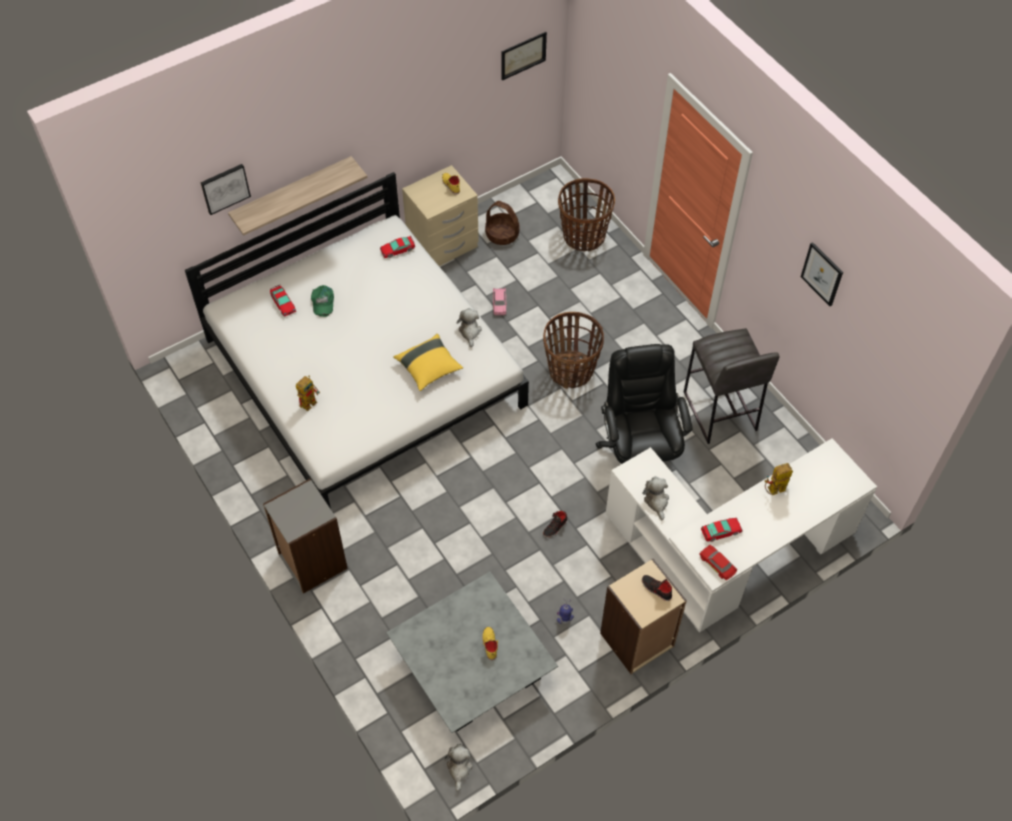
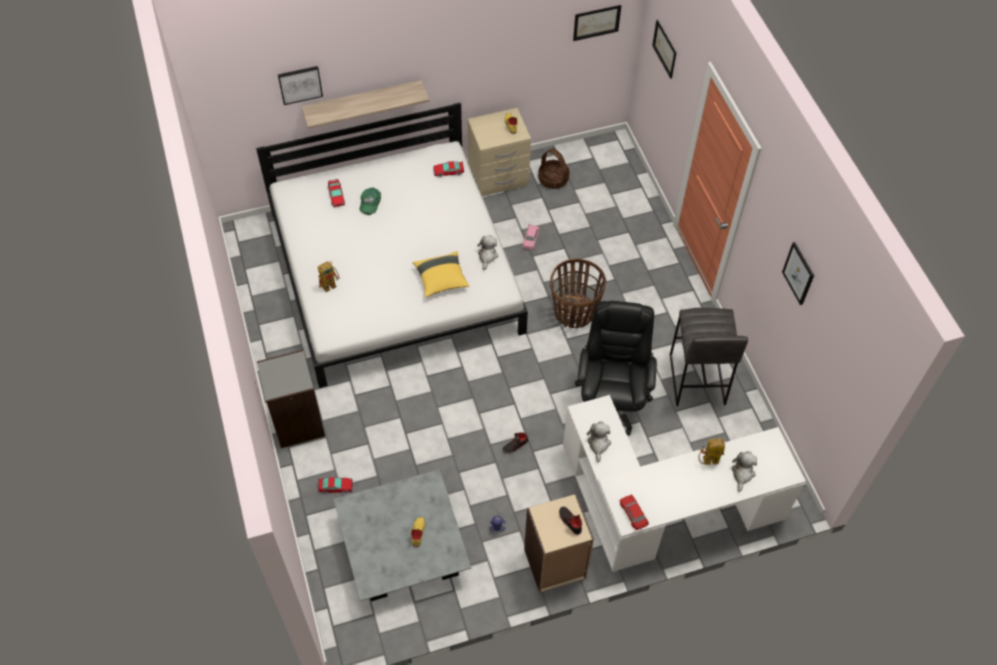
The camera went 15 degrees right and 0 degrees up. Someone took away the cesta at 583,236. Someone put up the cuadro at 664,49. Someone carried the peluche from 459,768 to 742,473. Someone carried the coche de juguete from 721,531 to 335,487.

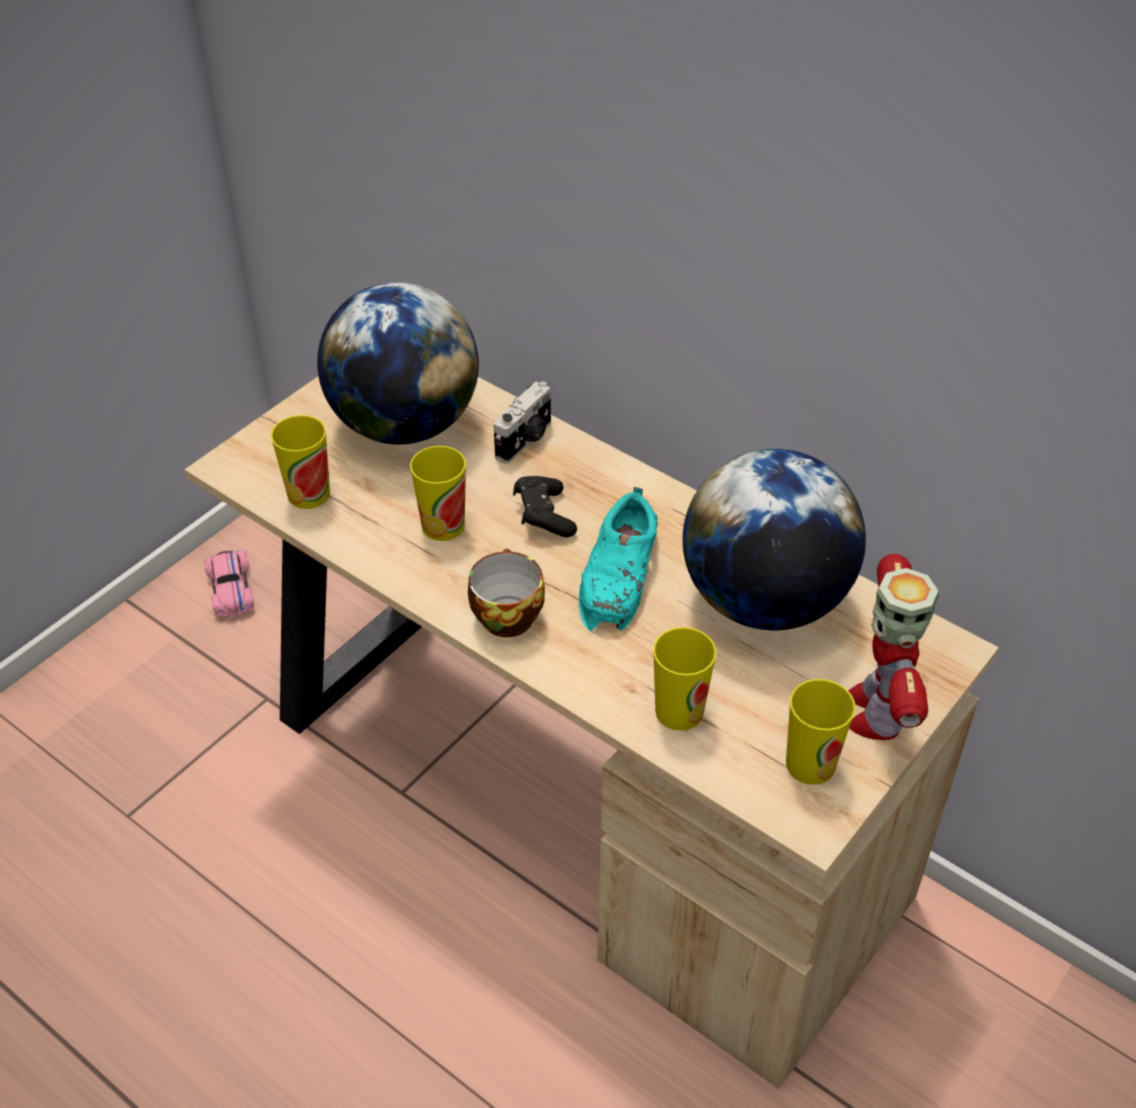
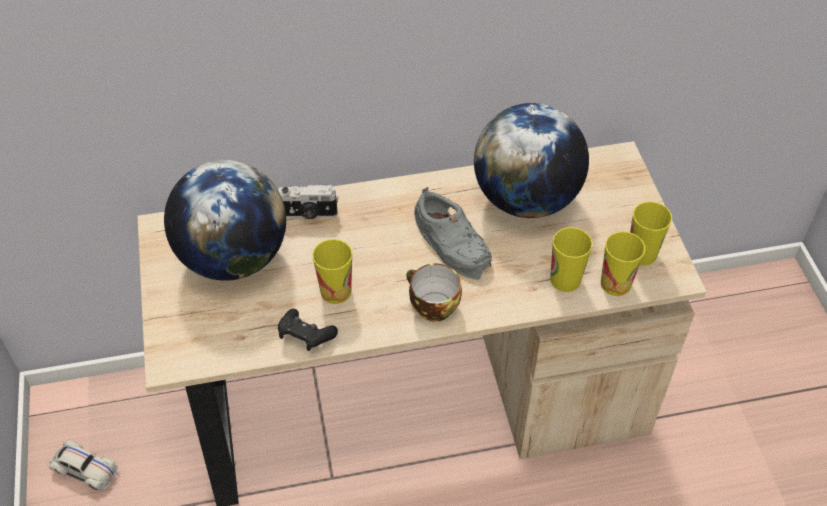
The camera went 50 degrees left and 5 degrees up. Someone took away the robot de juguete at 876,710. Someone carried the taza from 309,494 to 615,284. Someone carried the mando de consola [negro] from 543,516 to 305,336. Someone repainted the coche de juguete [rosa] at 231,589, which became the coche de juguete [blanco] at 85,469. Someone repainted the zapato [turquesa] at 620,576, which became the zapato [gris] at 452,242. Someone rotated the cámara at 526,440 by 105 degrees clockwise.

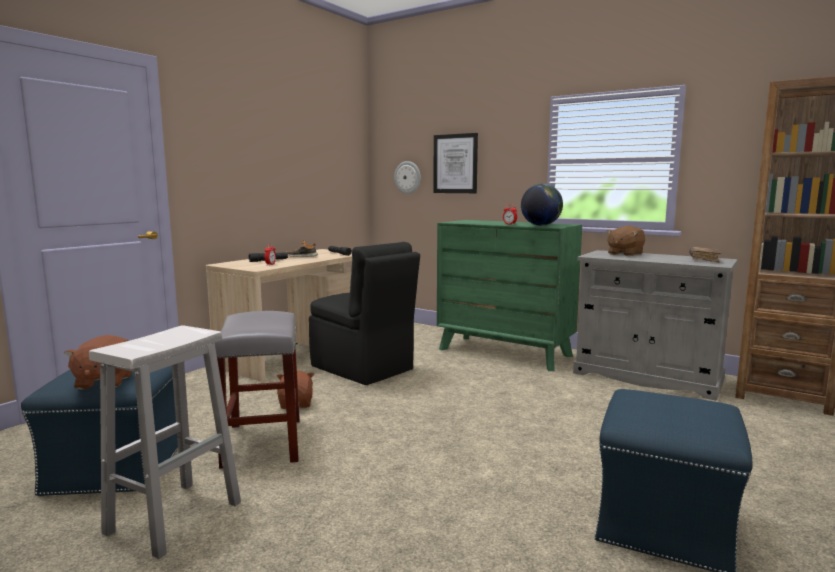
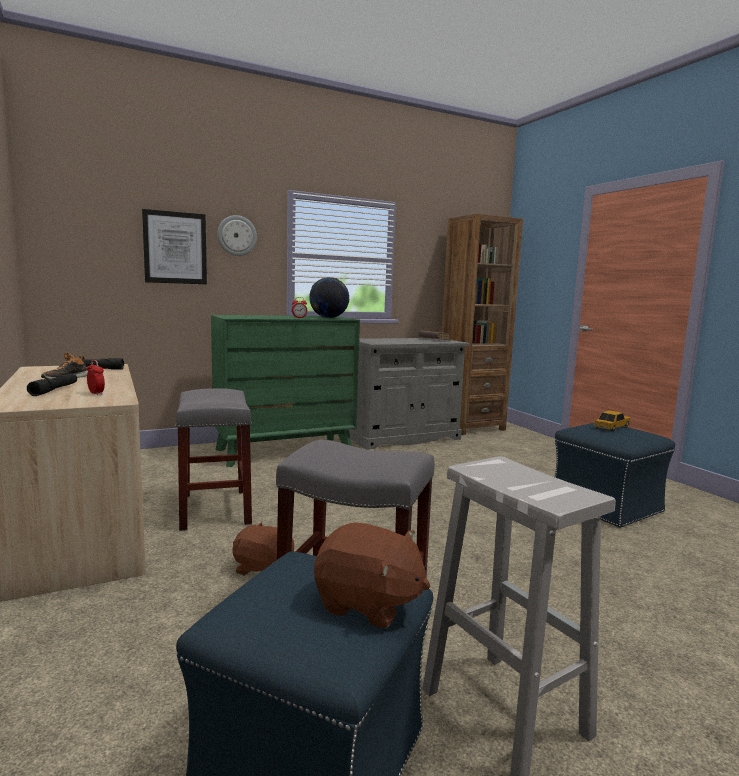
The camera went 60 degrees left and 0 degrees up. Someone took away the peluche [marrón] at 624,254. Someone put down the coche de juguete at 611,427. Someone carried the reloj de pared from 408,177 to 237,235. Someone swapped the silla [negro] at 363,368 for the taburete [gris] at 216,509.

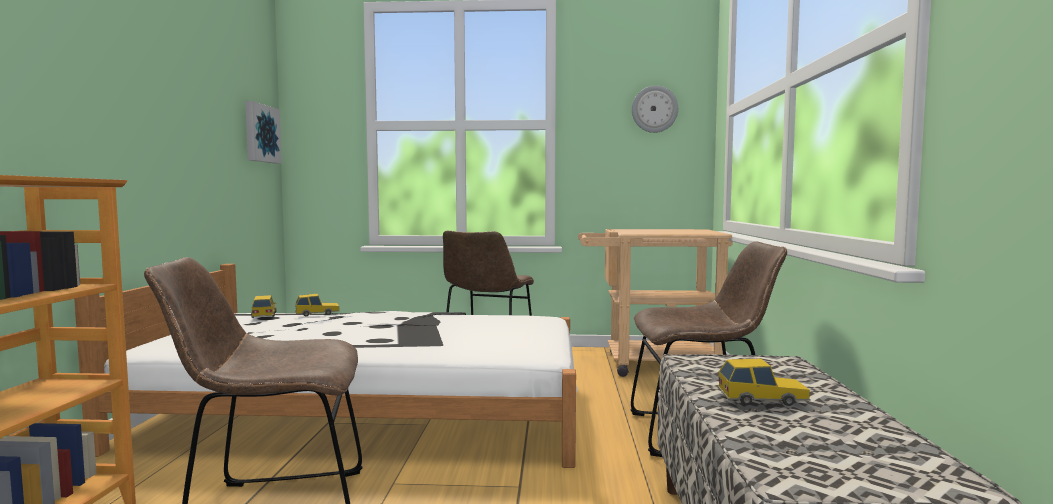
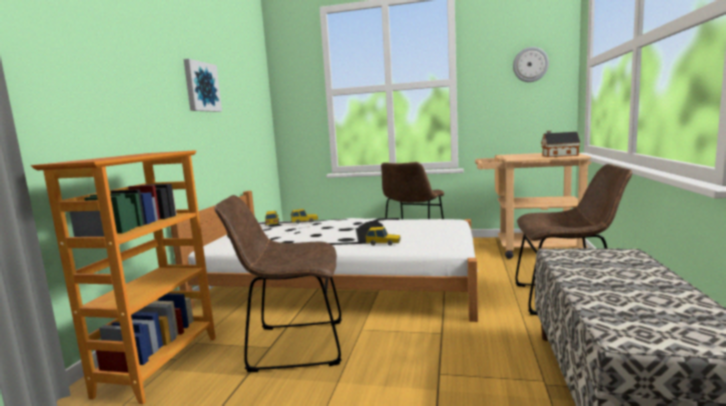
The camera went 10 degrees right and 5 degrees up. Someone put down the casita at 558,155. Someone carried the cuadro from 260,133 to 201,87. Someone carried the coche de juguete from 762,398 to 383,243.

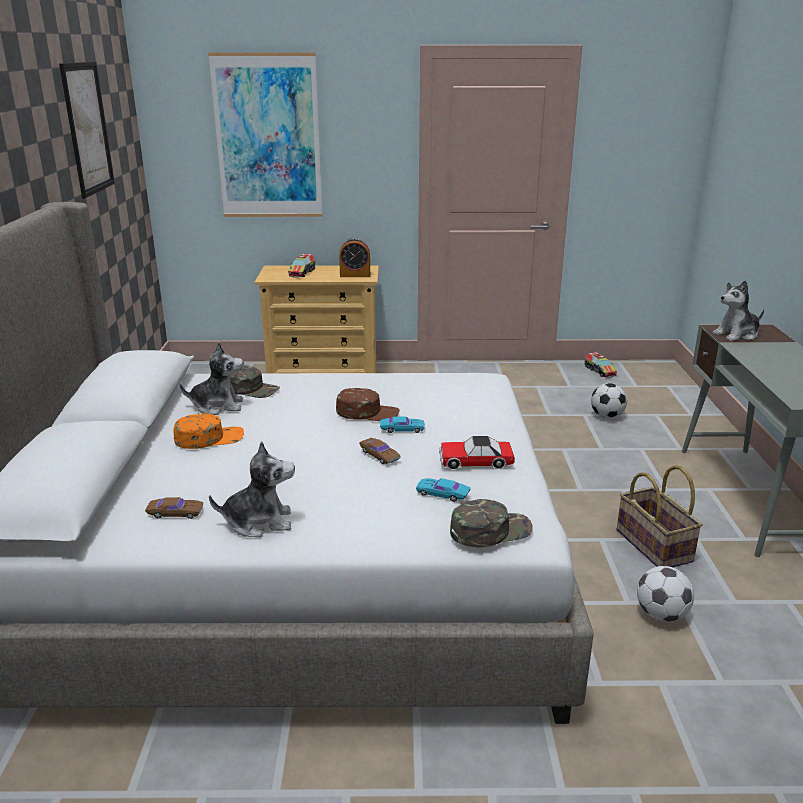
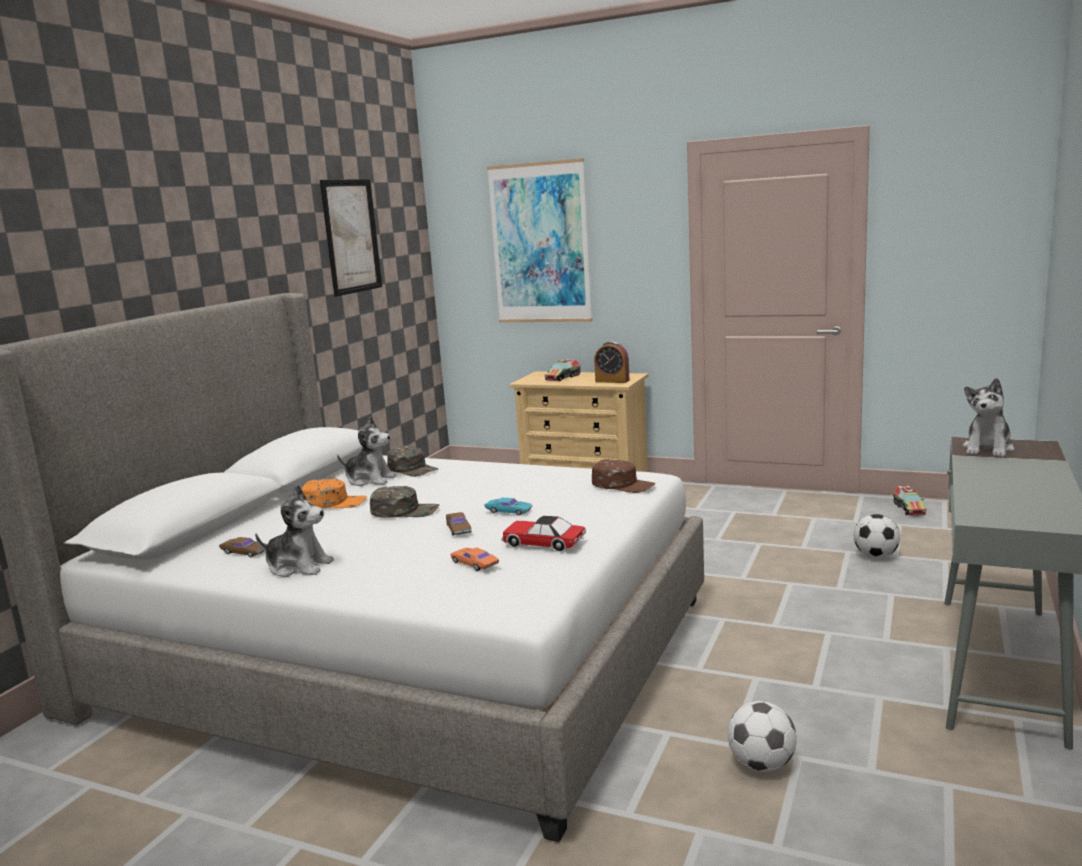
The camera went 25 degrees right and 10 degrees down. Someone took away the cesta at 655,545. Someone carried the gorra [marrón] from 367,412 to 623,485. Someone carried the gorra [verde] from 490,530 to 405,511. Someone repainted the coche de juguete [turquesa] at 442,493, which became the coche de juguete [naranja] at 475,563. Someone rotated the peluche at 737,335 by 60 degrees counterclockwise.

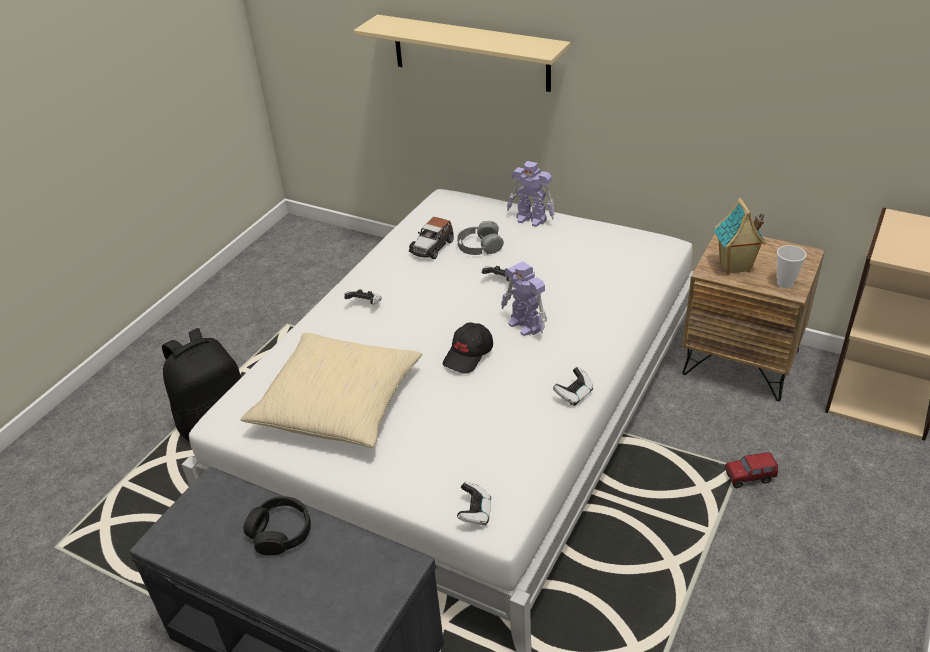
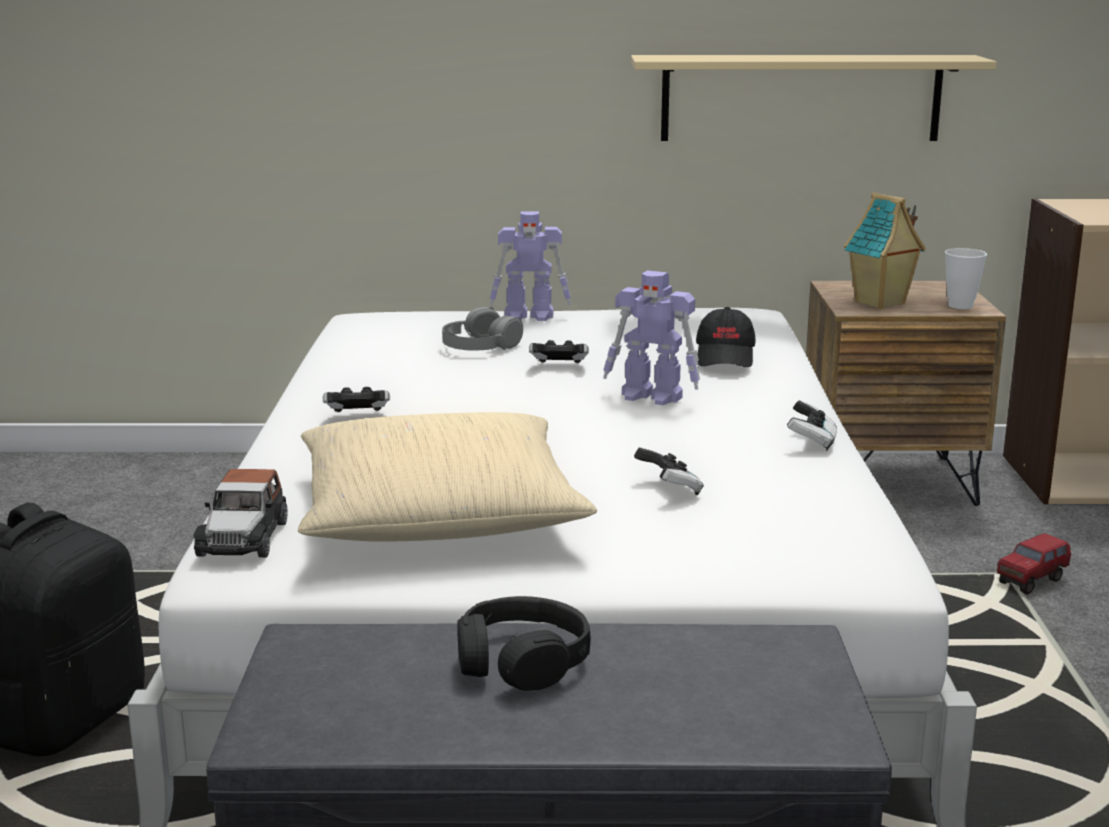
The camera went 30 degrees left and 20 degrees down. Someone carried the estante [beis] from 470,53 to 800,98. Someone carried the coche de juguete from 432,247 to 243,539. Someone carried the gorra [negro] from 469,355 to 726,357. Someone carried the mando de consola from 475,512 to 669,489.

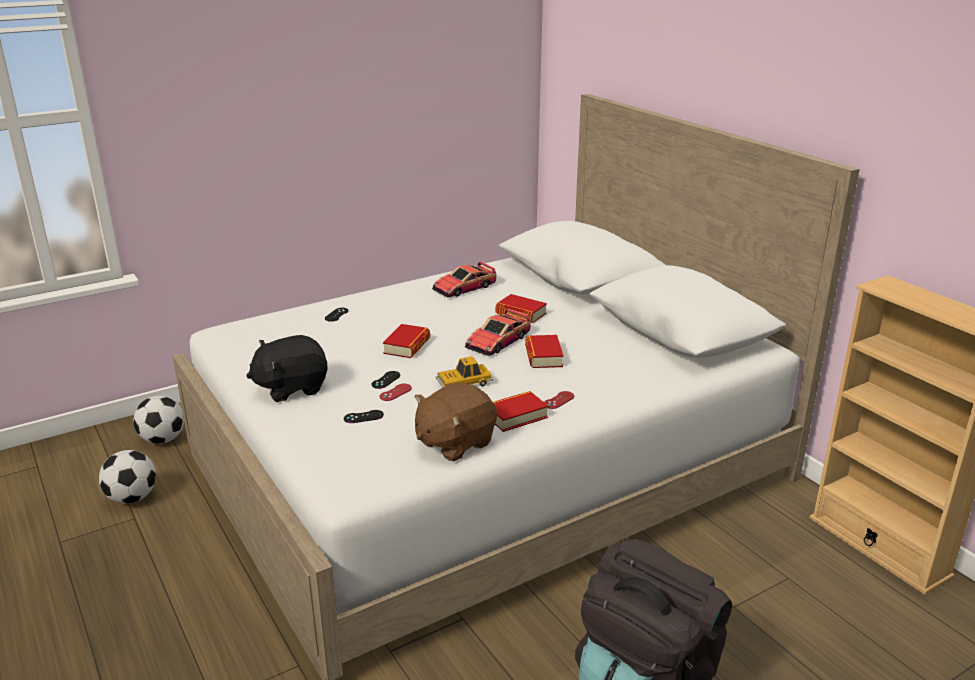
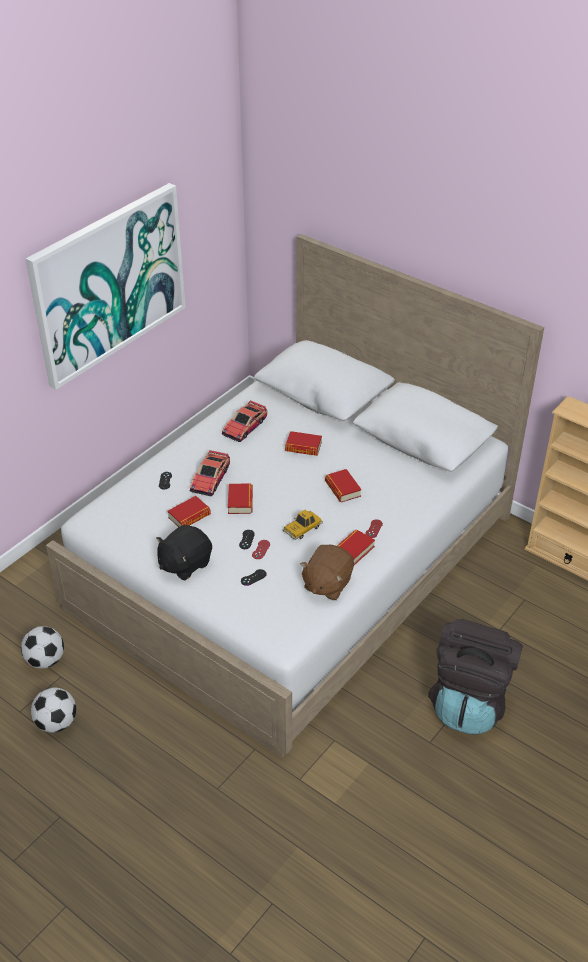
The camera went 20 degrees left and 15 degrees up. Someone put up the cuadro at 109,283. Someone put down the libro at 189,516. Someone carried the balón de fútbol from 163,439 to 56,723. Someone carried the coche de juguete from 497,341 to 210,479.

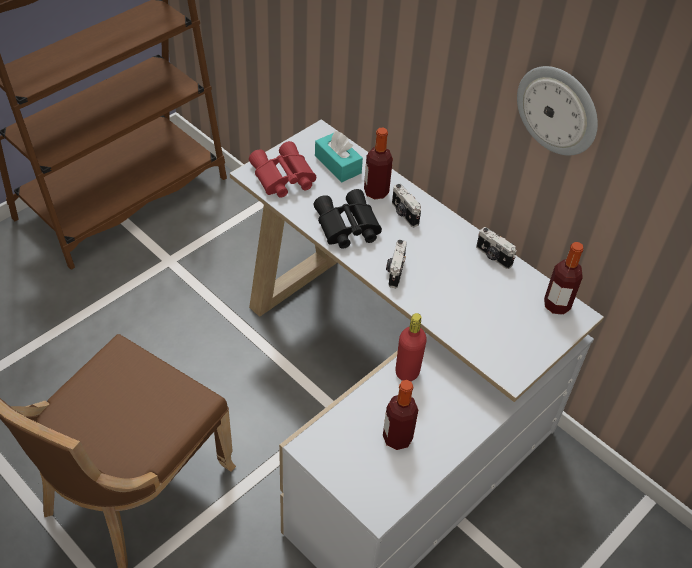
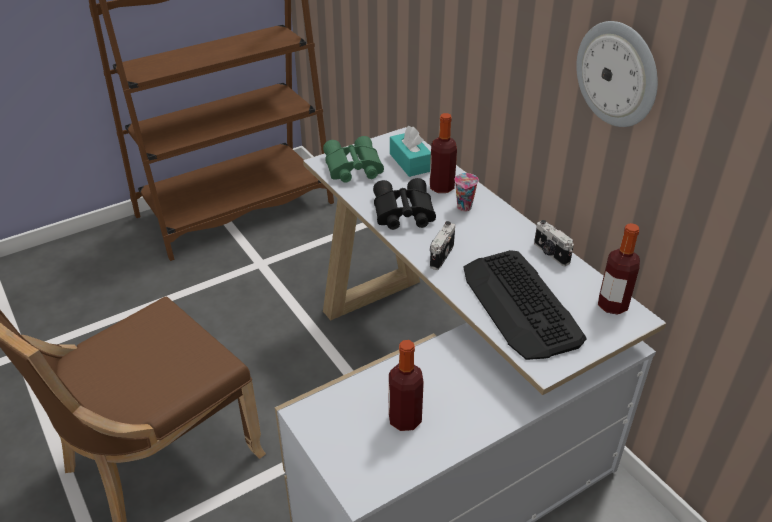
The camera went 15 degrees right and 10 degrees down. Someone took away the botella [rojo] at 407,372. Someone put down the teclado at 520,305. Someone swapped the cámara at 404,214 for the taza at 464,208. Someone repainted the prismáticos [rojo] at 282,178, which became the prismáticos [verde] at 352,168.

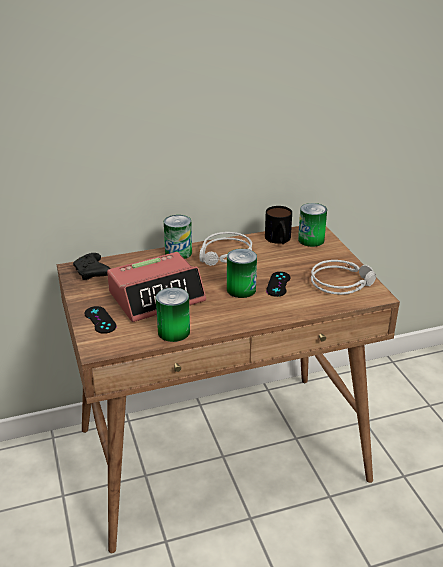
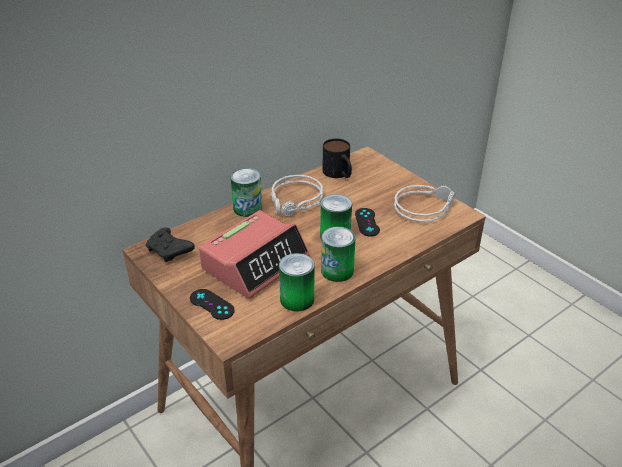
The camera went 20 degrees left and 5 degrees up. Someone carried the lata from 311,240 to 337,271.

